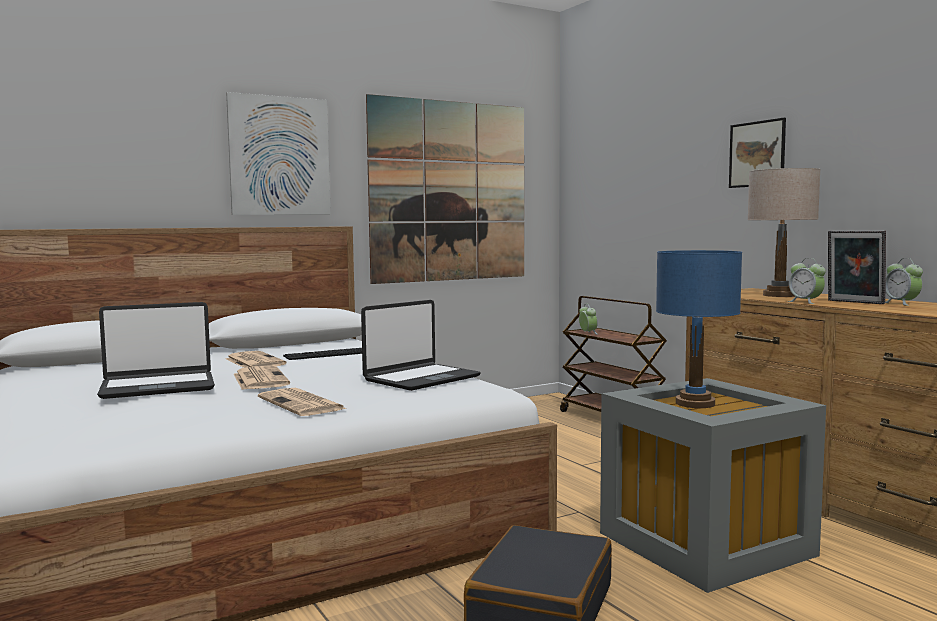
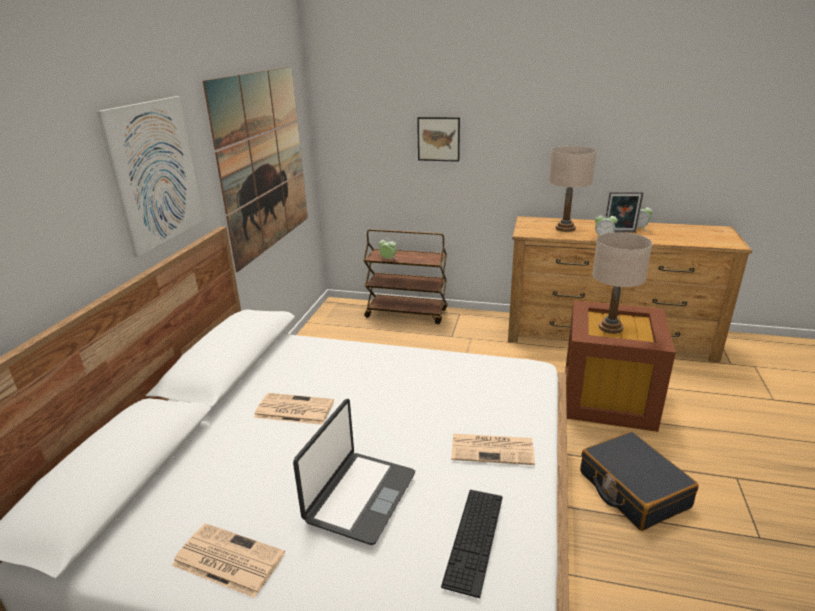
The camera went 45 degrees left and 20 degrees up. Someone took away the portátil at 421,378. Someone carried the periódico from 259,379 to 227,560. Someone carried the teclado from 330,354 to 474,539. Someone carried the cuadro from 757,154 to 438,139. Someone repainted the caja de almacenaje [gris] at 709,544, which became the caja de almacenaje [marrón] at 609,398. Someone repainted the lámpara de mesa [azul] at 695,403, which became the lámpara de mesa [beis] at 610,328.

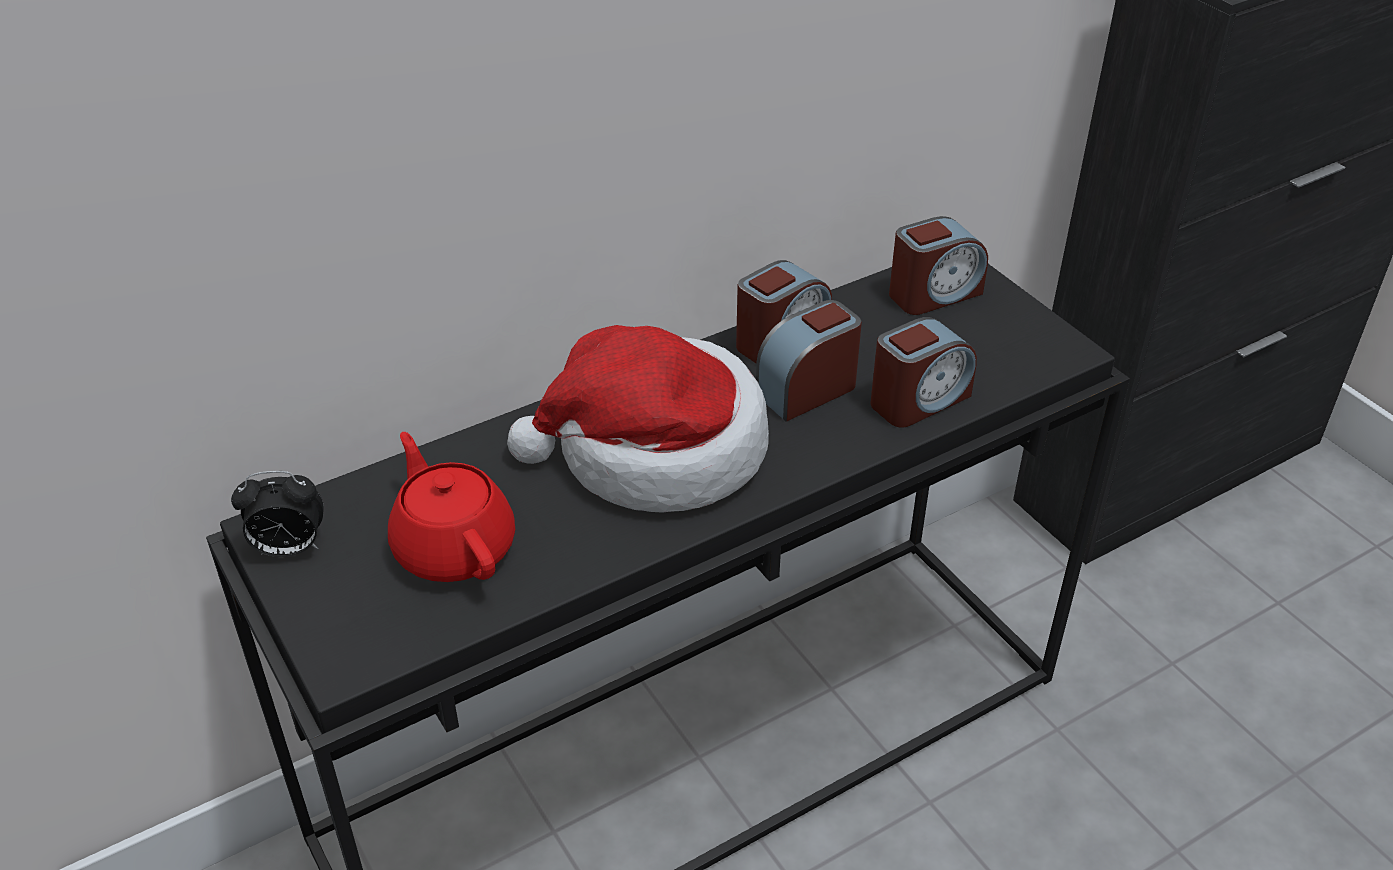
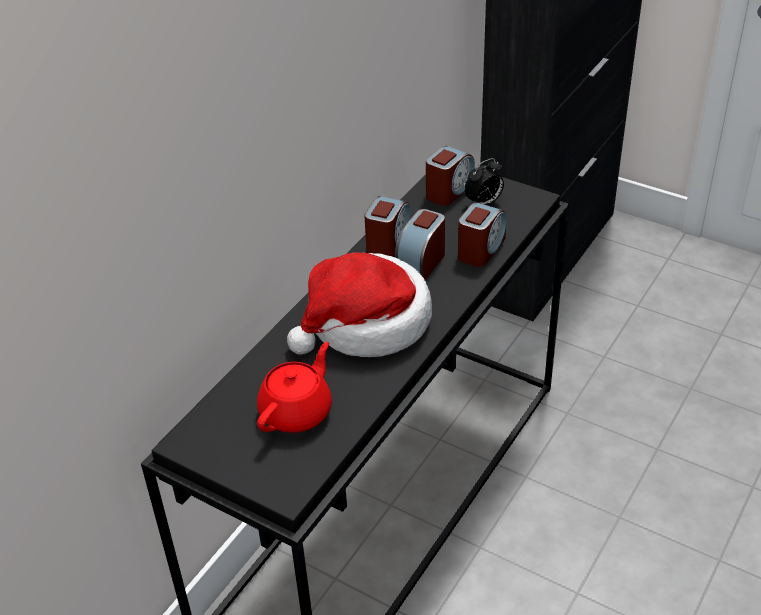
The camera went 25 degrees left and 0 degrees up. Someone carried the despertador from 288,549 to 484,203. Someone rotated the tetera [rojo] at 454,547 by 90 degrees clockwise.

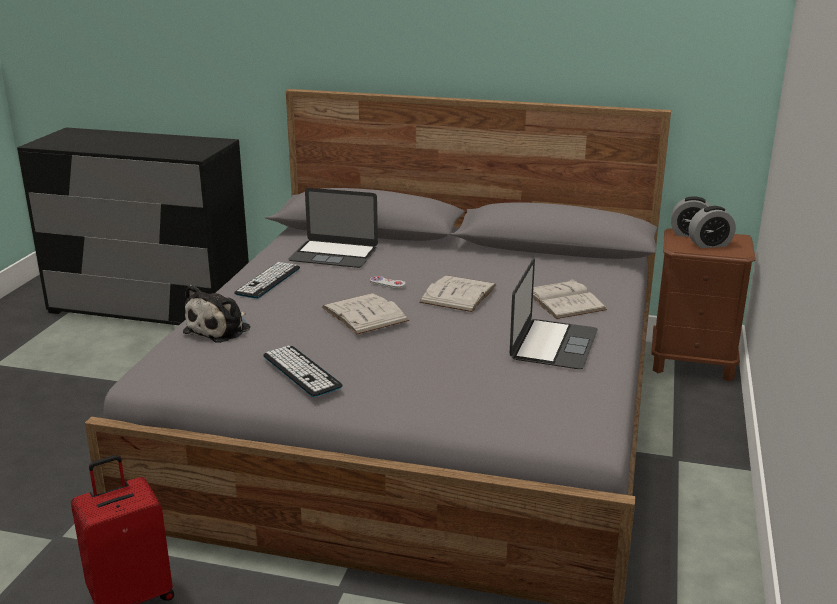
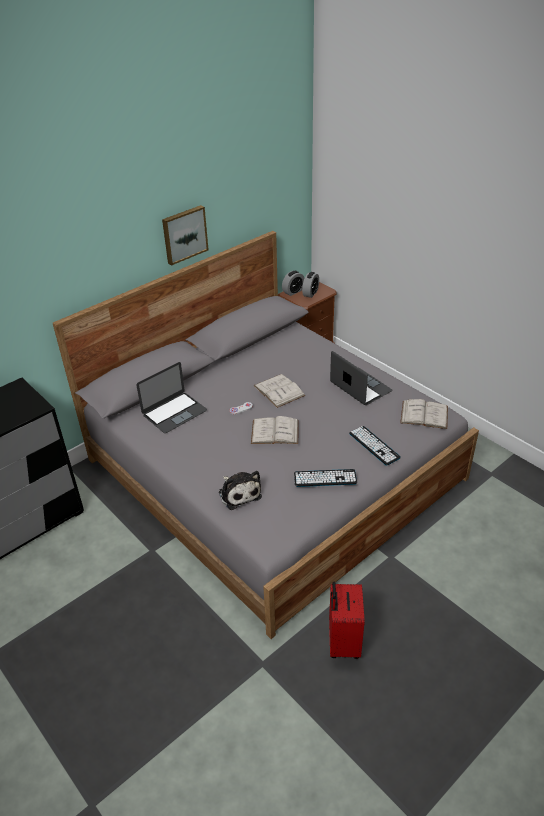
The camera went 55 degrees left and 15 degrees up. Someone put up the cuadro at 184,234. Someone carried the teclado from 268,281 to 374,445. Someone carried the libro [blanco] from 563,300 to 424,414.

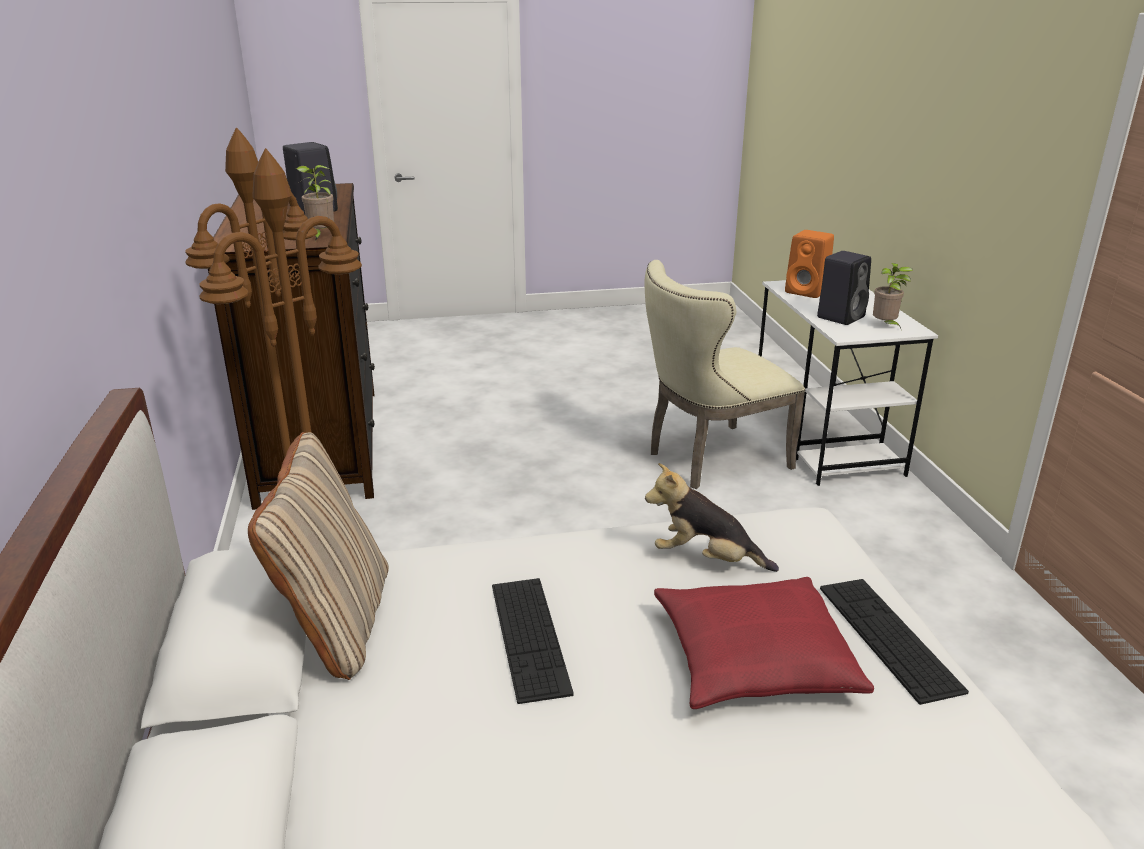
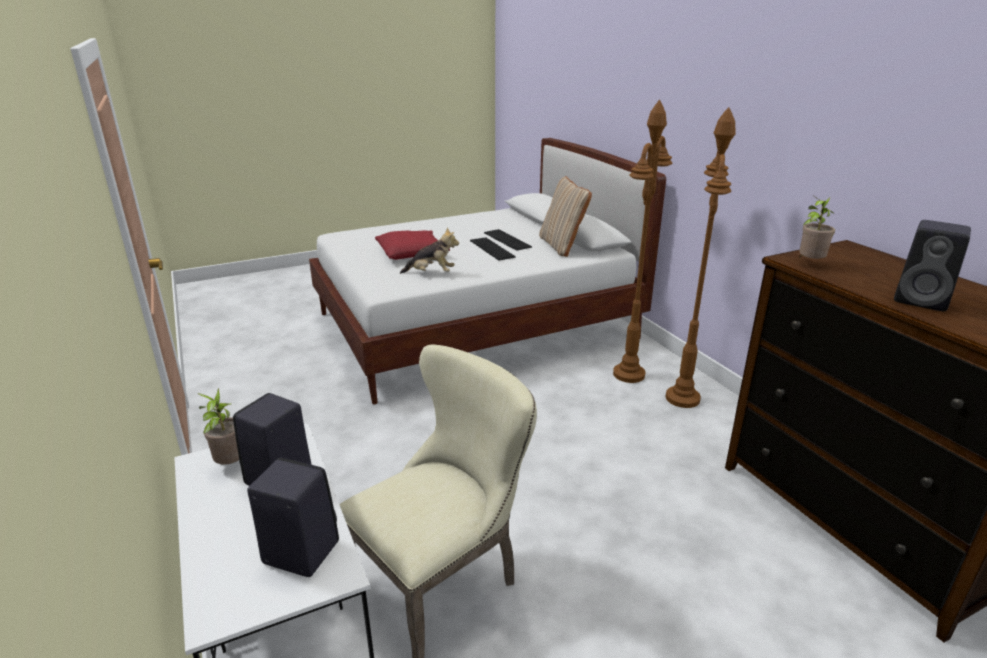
The camera went 165 degrees right and 0 degrees up. Someone carried the teclado from 888,637 to 507,240. Someone repainted the altavoz [naranja] at 808,291, which became the altavoz [negro] at 298,552.

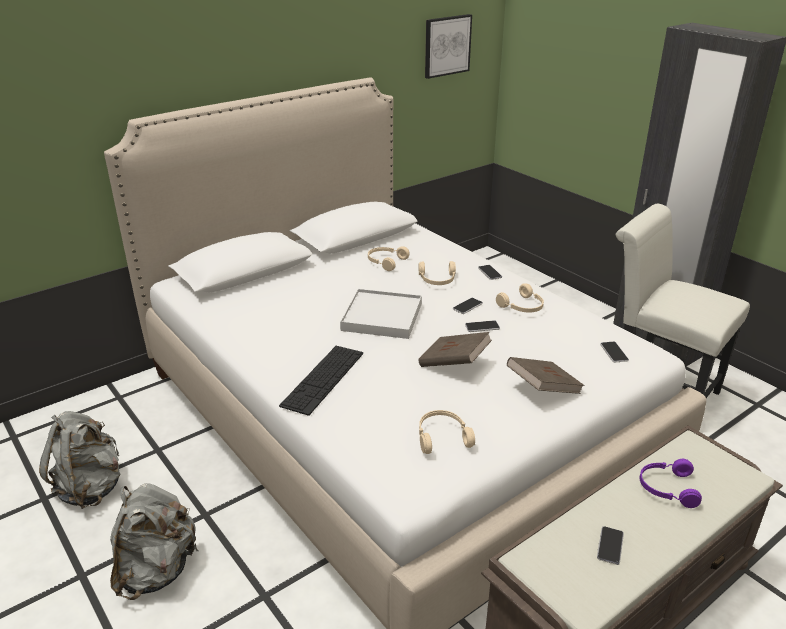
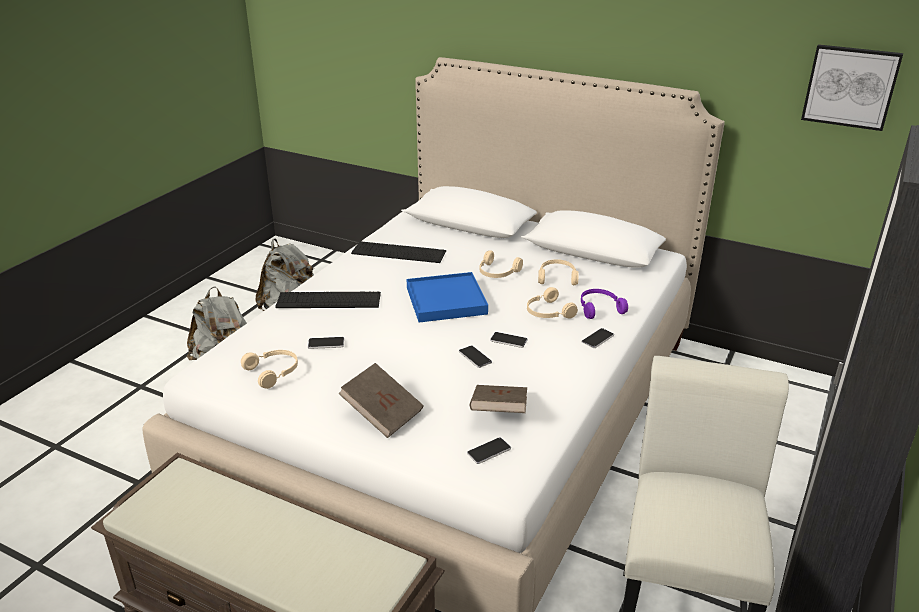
The camera went 65 degrees right and 0 degrees up. Someone put down the teclado at 398,252. Someone carried the libro [marrón] from 454,363 to 498,413. Someone carried the auriculares [beis] from 522,307 to 497,273. Someone carried the móvil from 610,546 to 326,343. Someone carried the auriculares [morado] from 666,488 to 599,308. Someone repainted the bandeja [blanco] at 382,317, which became the bandeja [azul] at 446,300.

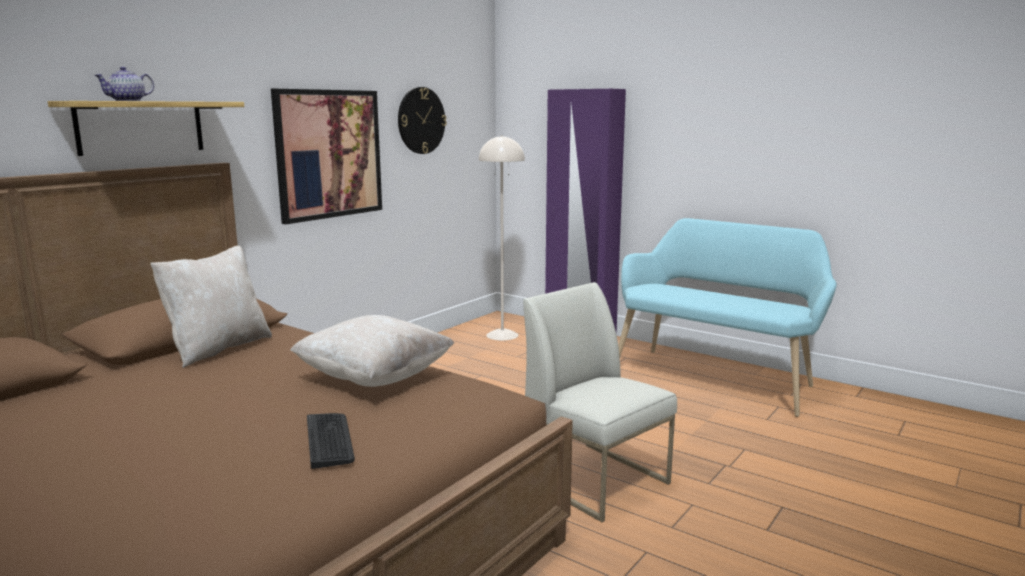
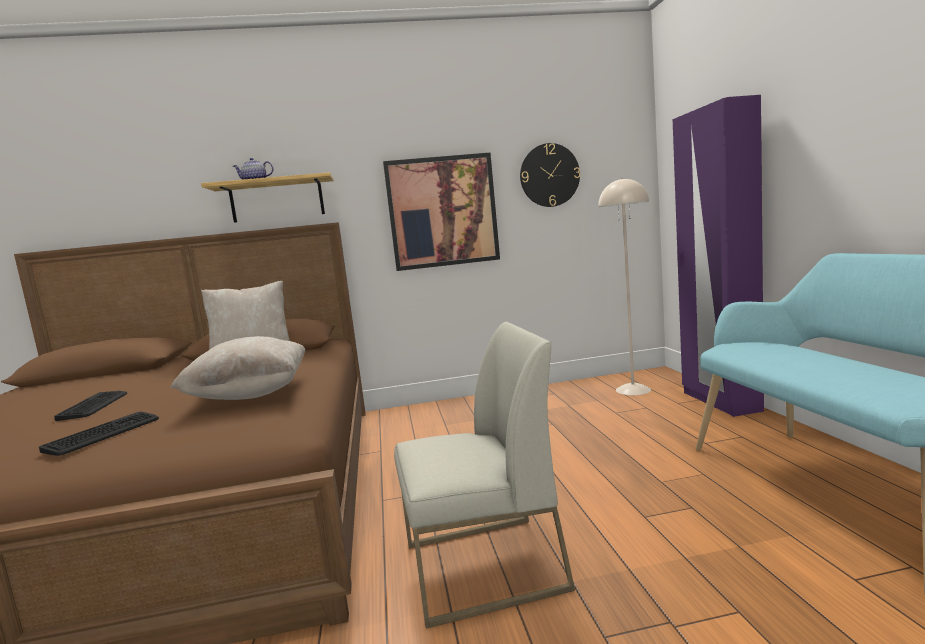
The camera went 45 degrees right and 5 degrees down. Someone put down the teclado at 94,405. Someone rotated the silla [blanco] at 596,479 by 75 degrees clockwise.

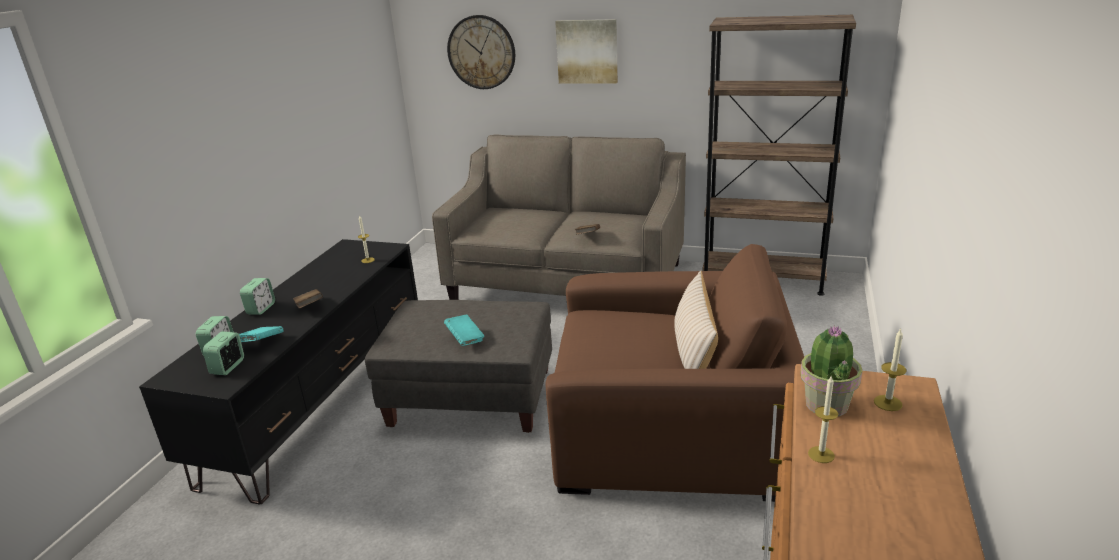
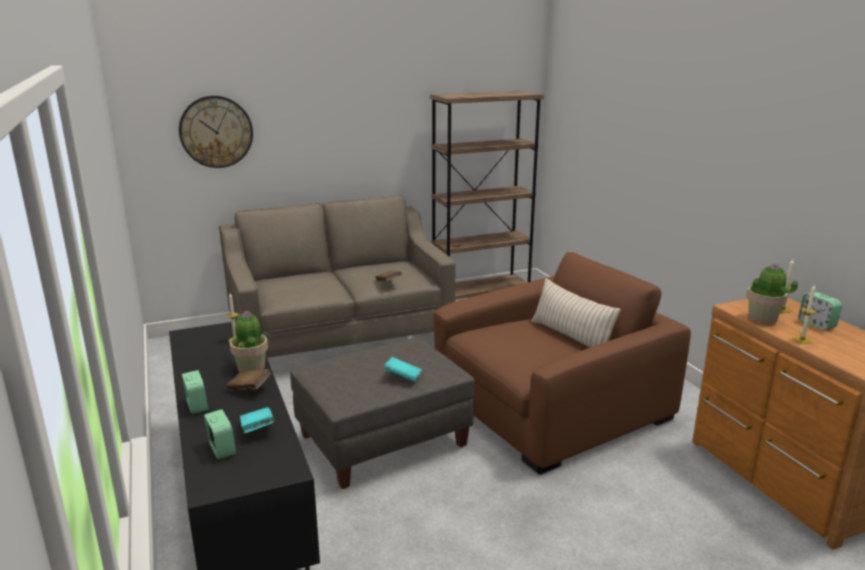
The camera went 40 degrees left and 5 degrees down. Someone took away the cuadro at 587,51. Someone put down the planta en maceta at 251,367. Someone carried the despertador from 228,367 to 817,324.

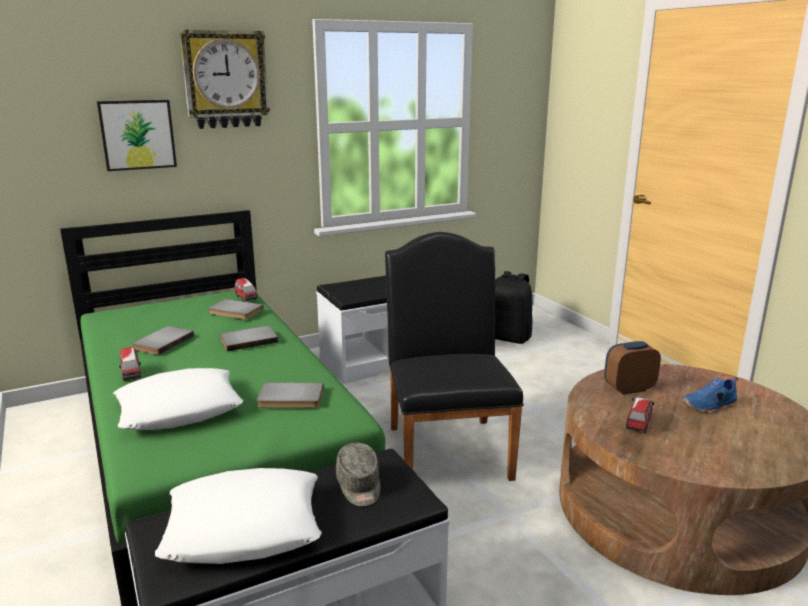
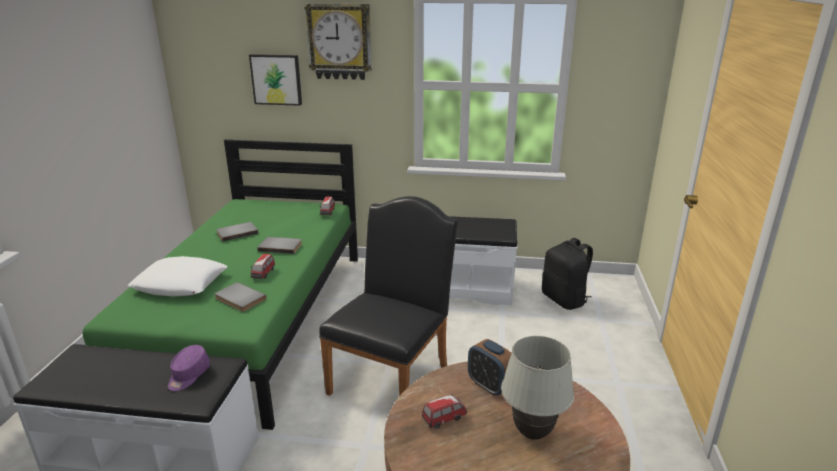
The camera went 35 degrees right and 5 degrees up. Someone took away the cojín [blanco] at 244,527. Someone took away the libro [gris] at 234,312. Someone carried the coche de juguete from 132,374 to 263,274. Someone swapped the zapato [azul] at 710,406 for the lámpara de mesa [blanco] at 533,433. Someone repainted the gorra [gris] at 359,486, which became the gorra [morado] at 188,376. Someone rotated the despertador at 628,389 by 150 degrees counterclockwise.

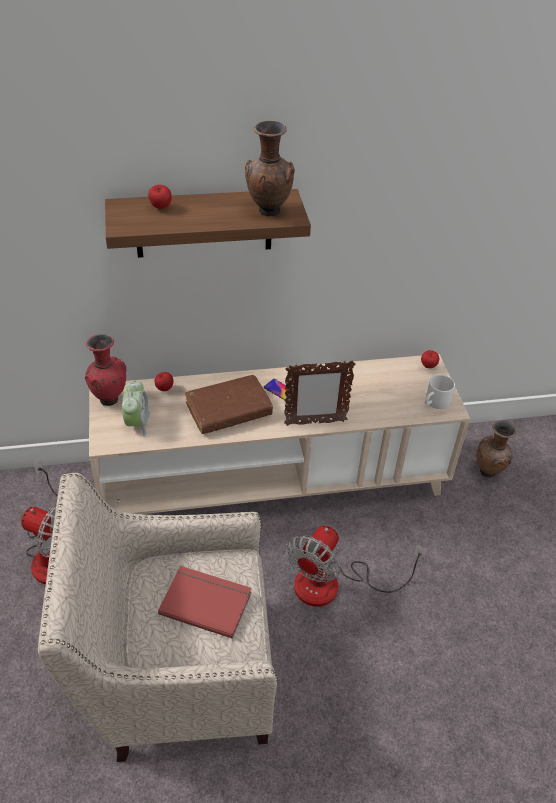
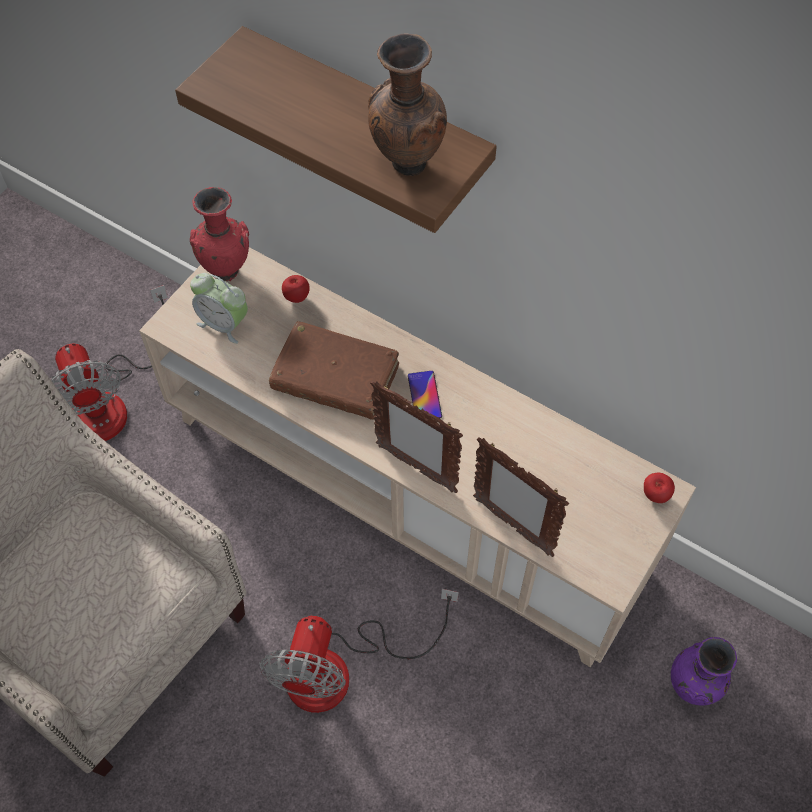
The camera went 45 degrees right and 15 degrees up. Someone took away the manzana at 160,208. Someone took away the libro [rojo] at 206,601. Someone took away the taza grande [blanco] at 435,403. Someone put down the portarretratos at 512,526. Someone repainted the florero [marrón] at 488,472, which became the florero [morado] at 691,690. Someone rotated the despertador at 137,423 by 75 degrees clockwise. Someone rotated the ventilador at 333,585 by 60 degrees counterclockwise.

